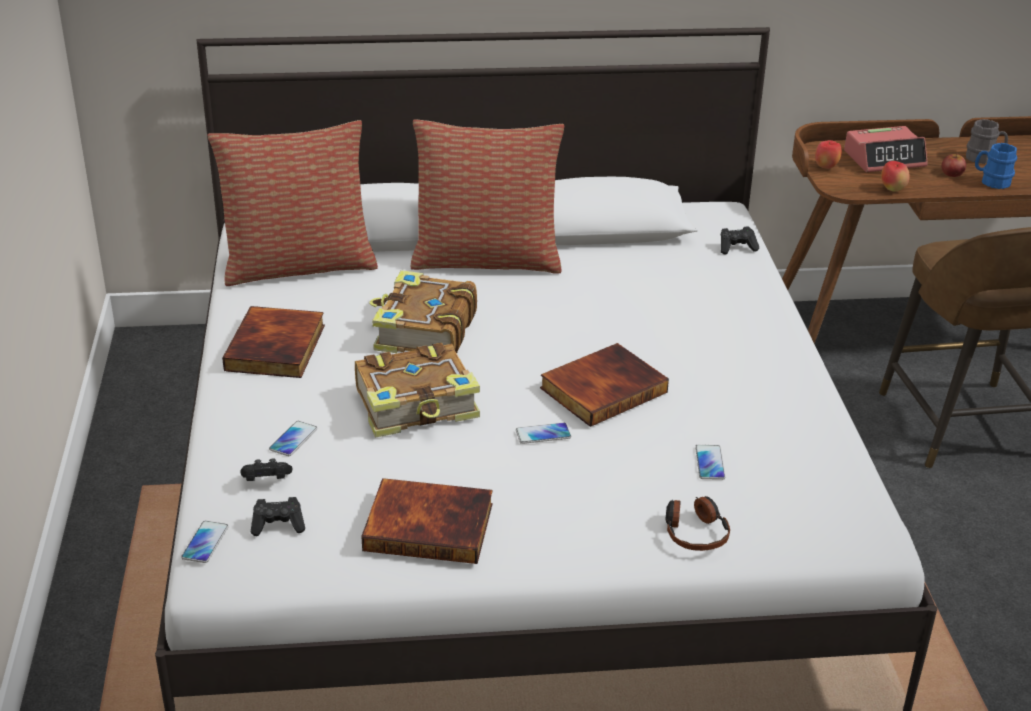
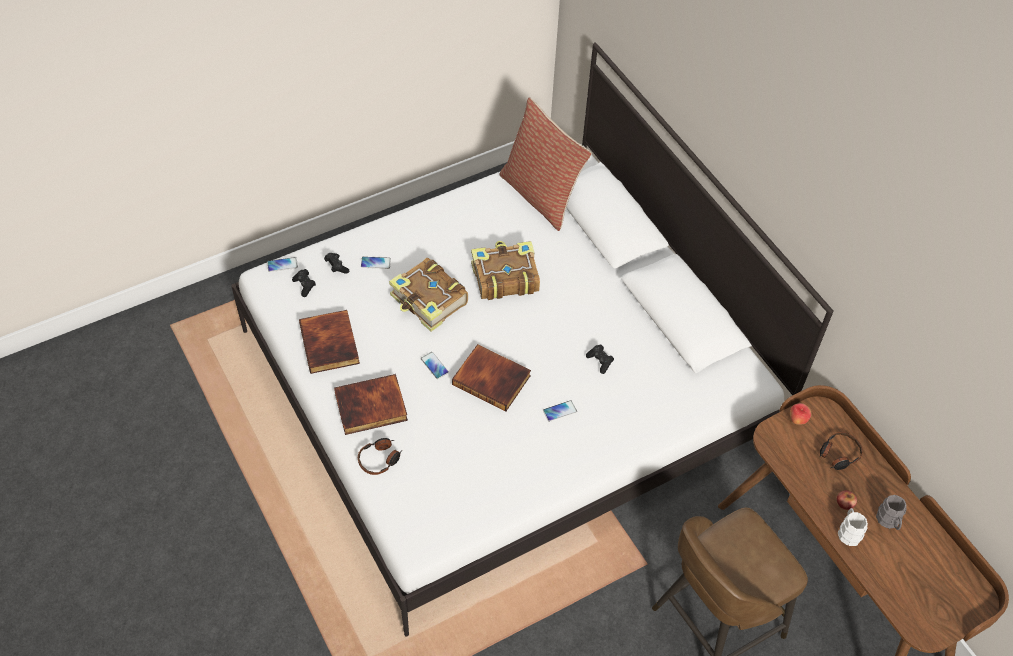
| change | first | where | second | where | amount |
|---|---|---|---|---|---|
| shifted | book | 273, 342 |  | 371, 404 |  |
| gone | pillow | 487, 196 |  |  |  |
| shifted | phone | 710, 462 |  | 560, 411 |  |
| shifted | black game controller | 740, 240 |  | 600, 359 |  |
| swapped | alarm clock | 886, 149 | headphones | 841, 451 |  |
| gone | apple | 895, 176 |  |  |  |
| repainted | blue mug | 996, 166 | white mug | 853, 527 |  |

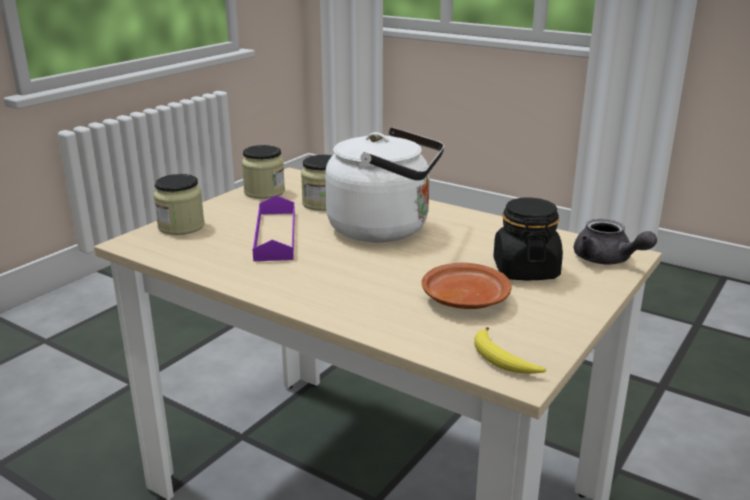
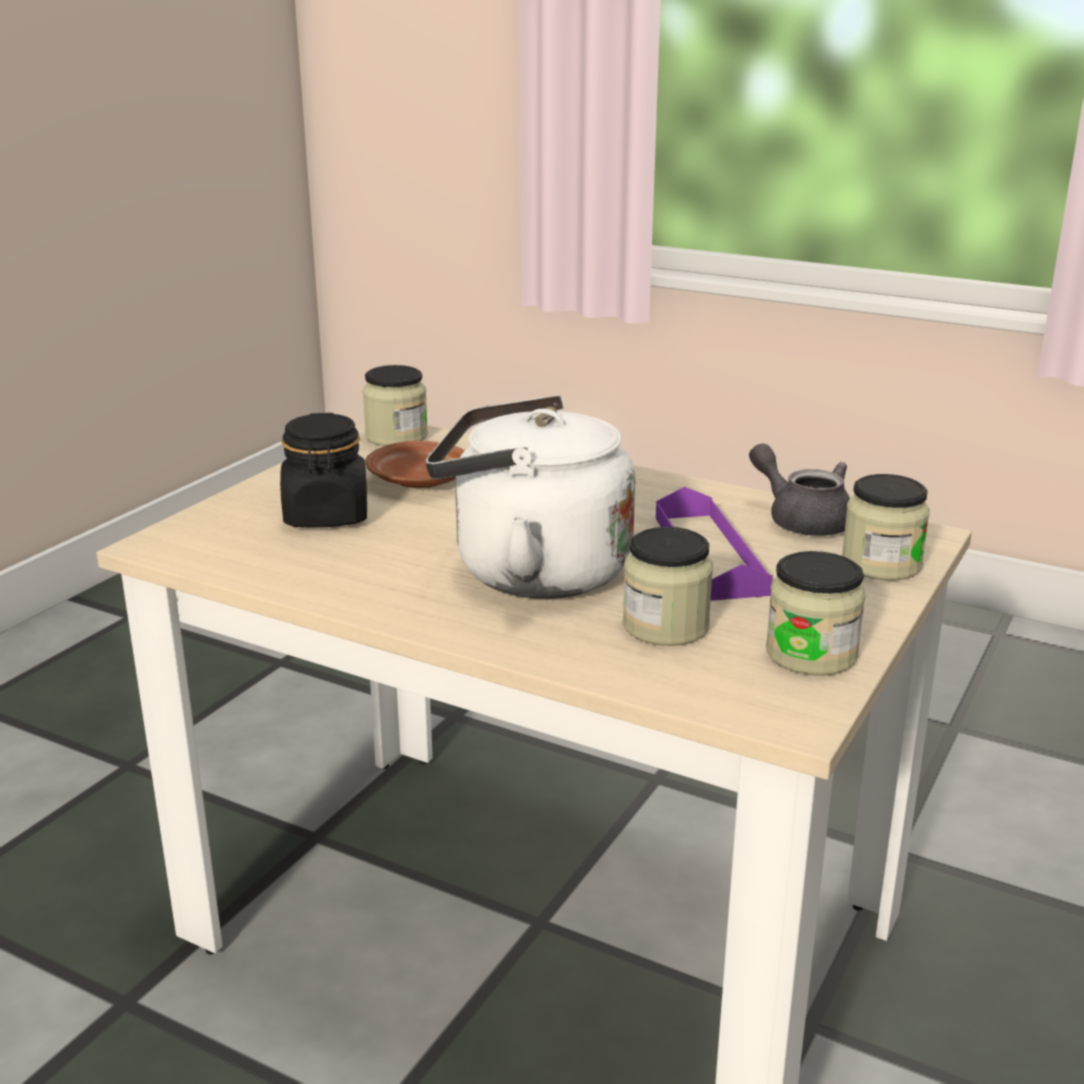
| change | first | where | second | where | amount |
|---|---|---|---|---|---|
| swapped | banana | 510, 350 | jar | 395, 405 |  |
| shifted | grey teapot | 615, 242 |  | 799, 489 |  |

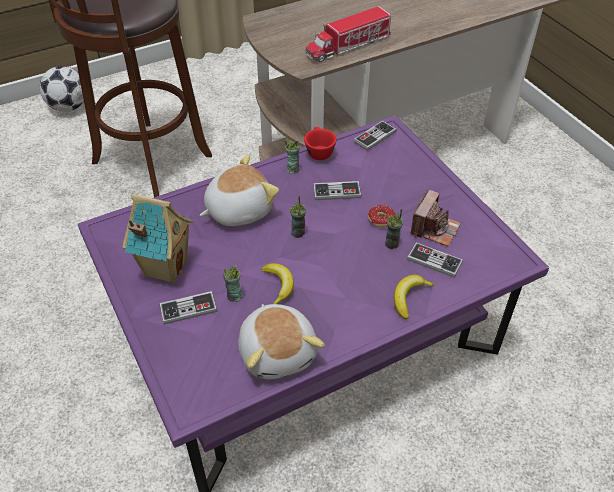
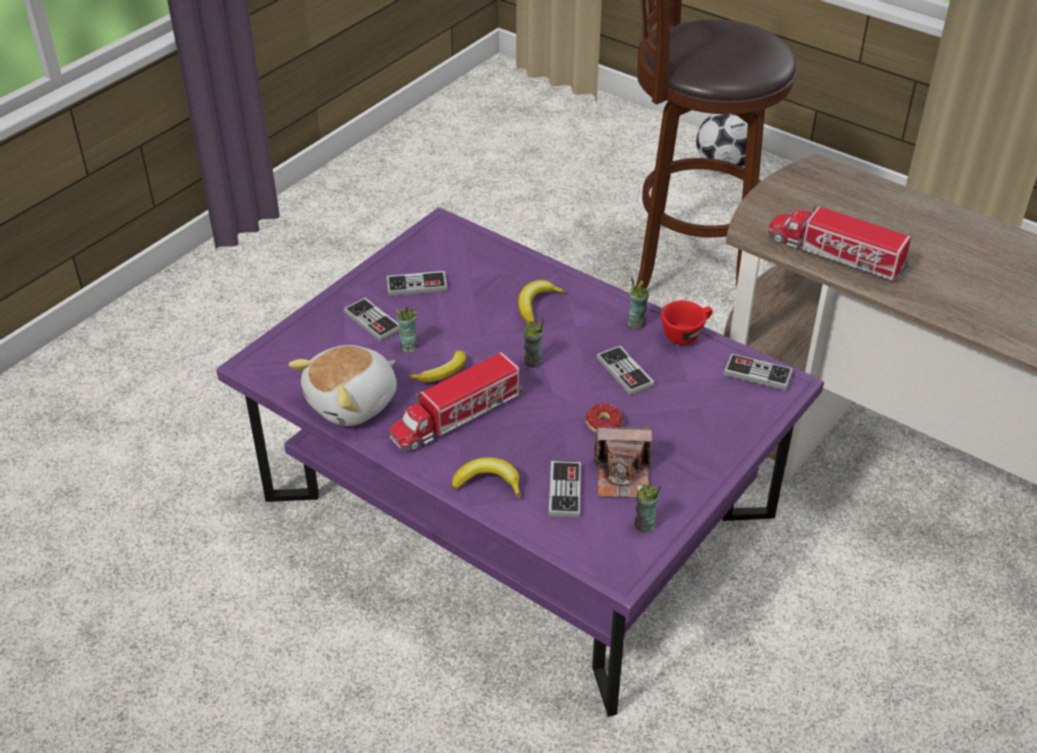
| change | first | where | second | where | amount |
|---|---|---|---|---|---|
| swapped | toy house | 157, 239 | game controller | 417, 283 |  |
| swapped | plush toy | 239, 190 | banana | 542, 302 |  |
| shifted | cup | 394, 229 |  | 648, 507 |  |
| new |  |  | toy truck | 456, 401 |  |

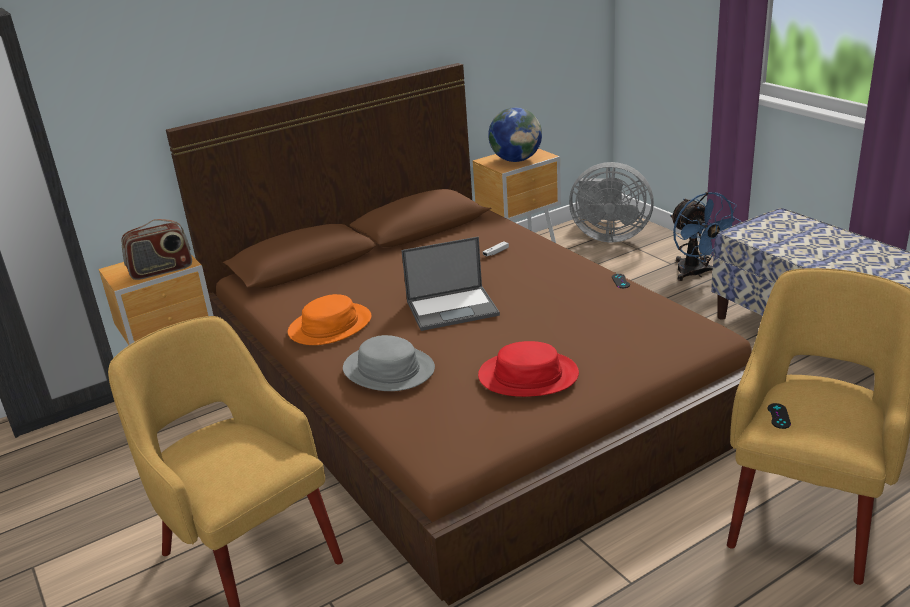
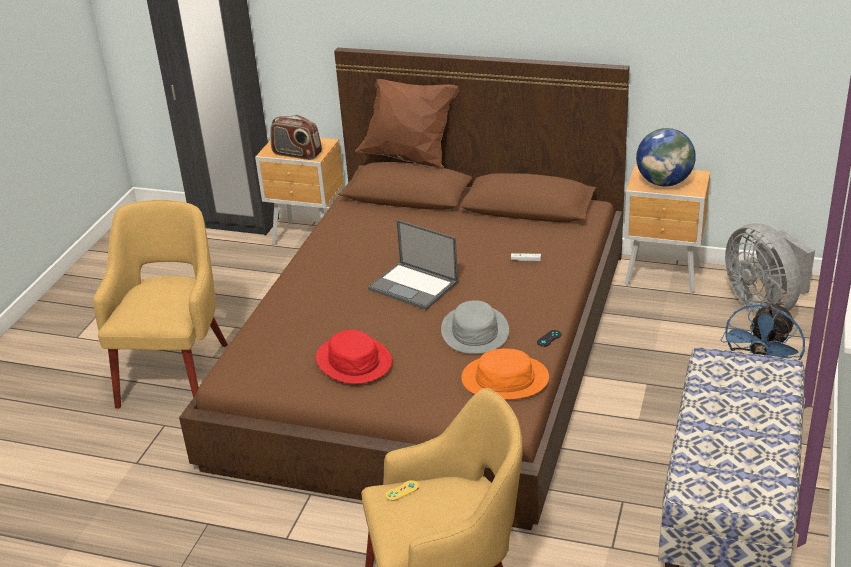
| change | first | where | second | where | amount |
|---|---|---|---|---|---|
| shifted | orange hat | 329, 319 |  | 505, 374 |  |
| shifted | grey hat | 389, 363 |  | 475, 327 |  |
| repainted | black game controller | 779, 416 | yellow game controller | 402, 490 |  |
| new |  |  | brown pillow | 407, 124 |  |

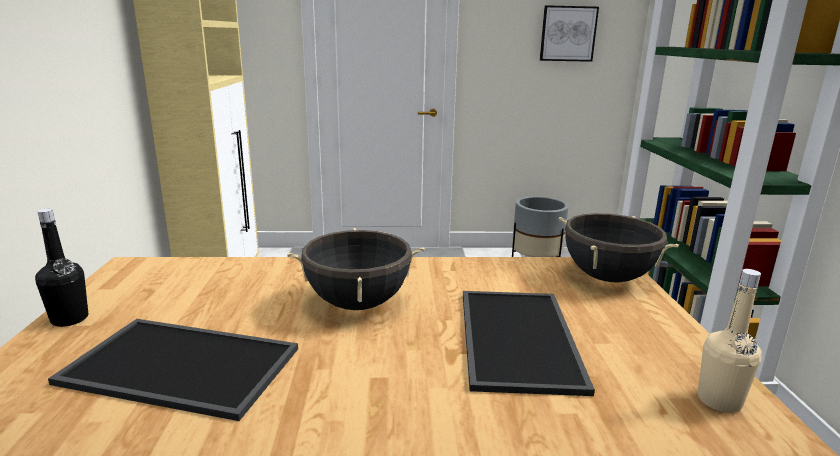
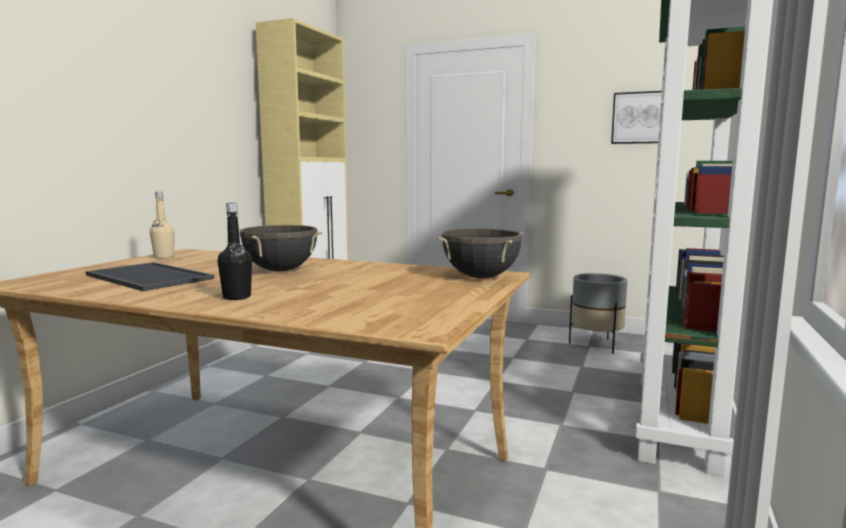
| change | first | where | second | where | amount |
|---|---|---|---|---|---|
| shifted | black bottle | 61, 267 |  | 235, 251 |  |
| gone | tray | 529, 343 |  |  |  |
| shifted | beige bottle | 730, 341 |  | 162, 225 |  |

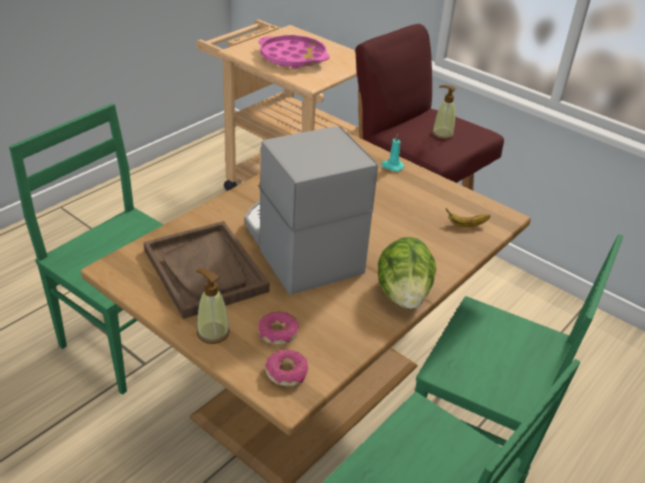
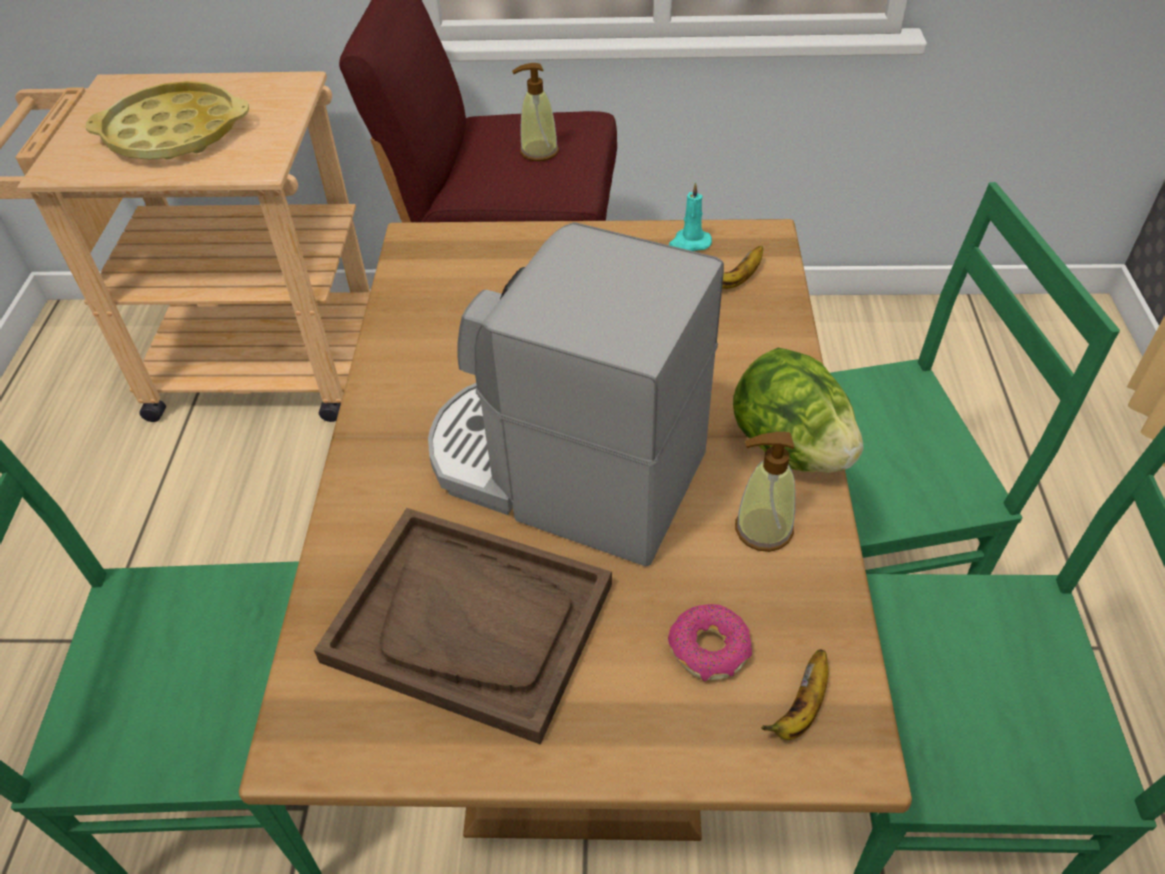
| change | first | where | second | where | amount |
|---|---|---|---|---|---|
| shifted | soap dispenser | 213, 306 |  | 765, 492 |  |
| repainted | pink tray | 294, 52 | yellow tray | 167, 120 |  |
| swapped | donut | 286, 368 | banana | 795, 695 |  |
| shifted | turquoise candle | 392, 152 |  | 690, 216 |  |

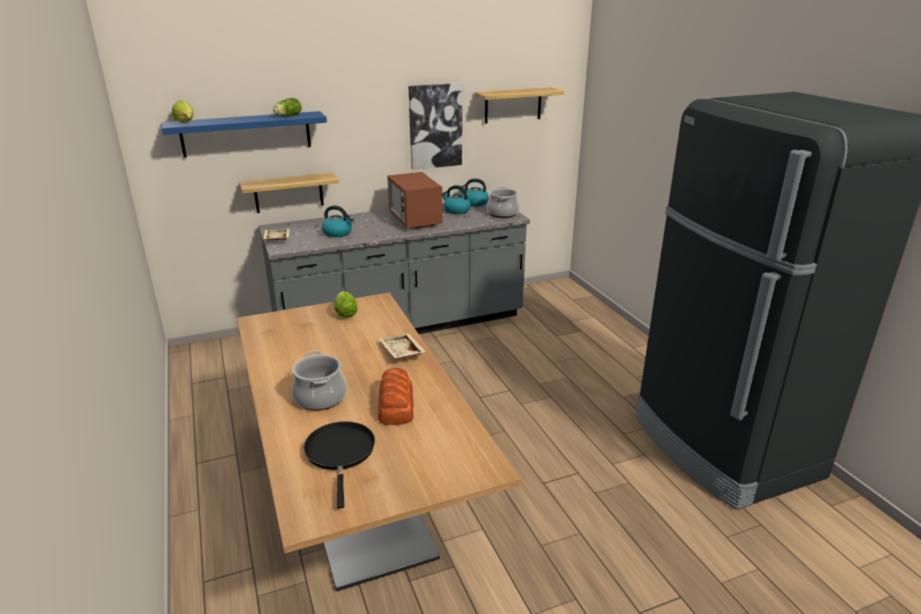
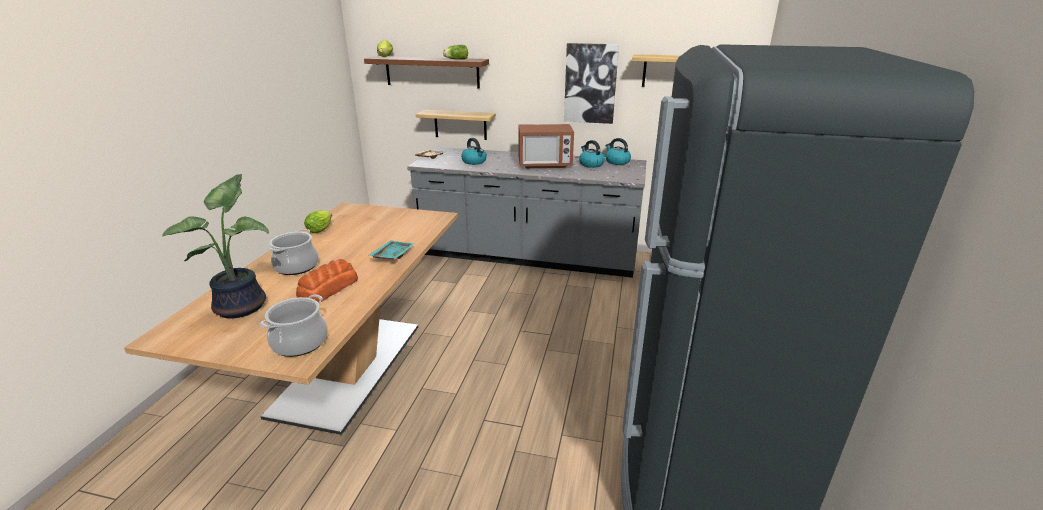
| change | first | where | second | where | amount |
|---|---|---|---|---|---|
| repainted | blue shelf | 244, 134 | brown shelf | 426, 72 |  |
| swapped | black frying pan | 339, 464 | potted plant | 215, 246 |  |
| shifted | lettuce | 346, 304 |  | 318, 221 |  |
| repainted | beige tray | 402, 346 | turquoise tray | 391, 250 |  |
| rotated | microwave | 415, 200 |  | 546, 146 | 105 degrees counterclockwise |
| shifted | cooking pot | 503, 202 |  | 294, 325 |  |

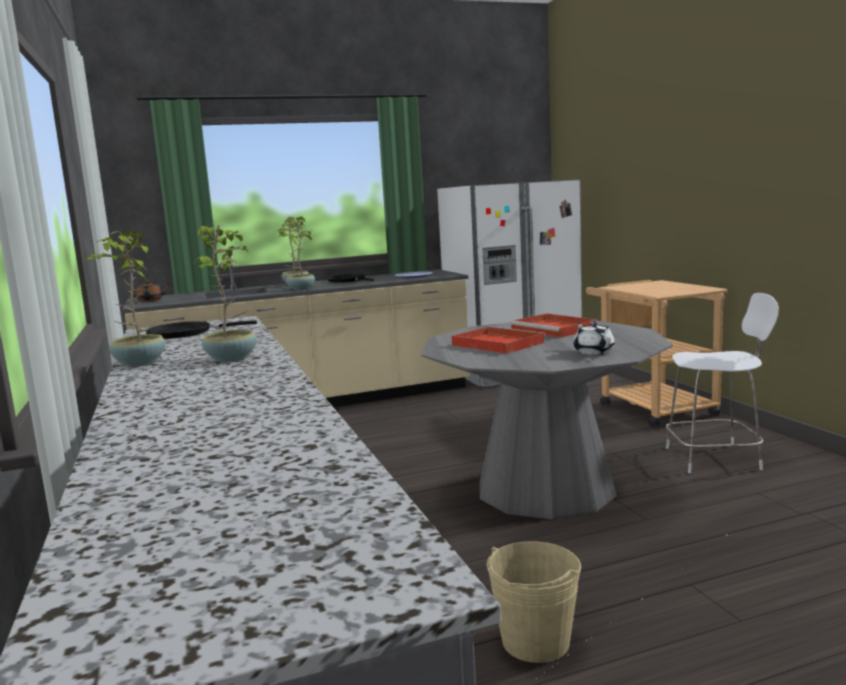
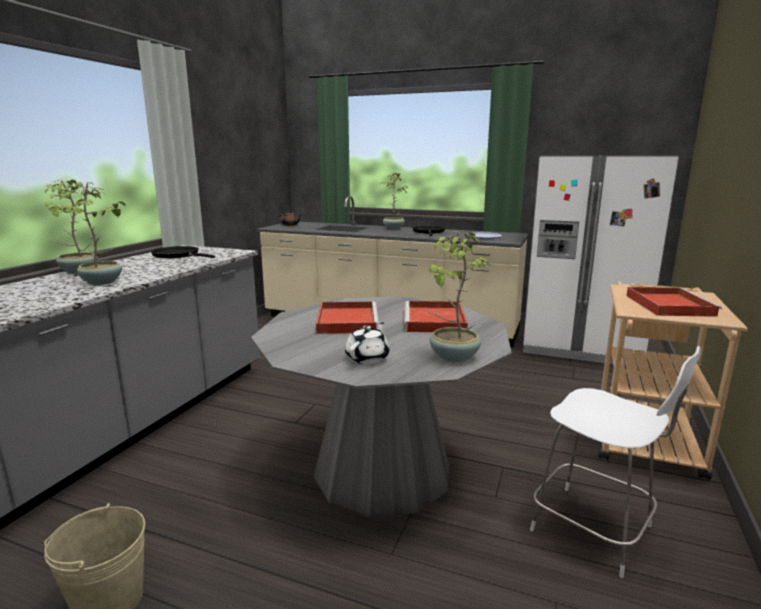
| change | first | where | second | where | amount |
|---|---|---|---|---|---|
| shifted | potted plant | 298, 253 |  | 458, 296 |  |
| new |  |  | red tray | 674, 302 |  |

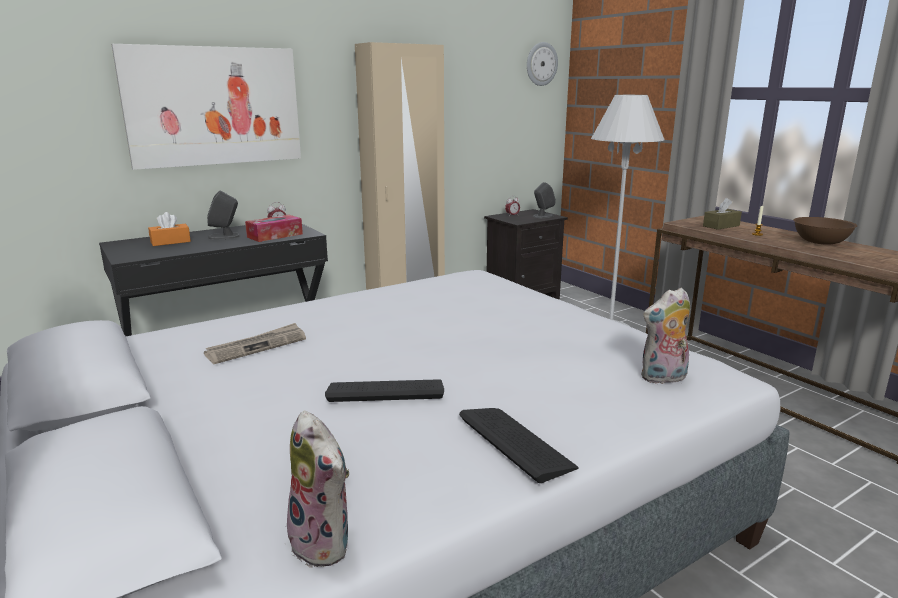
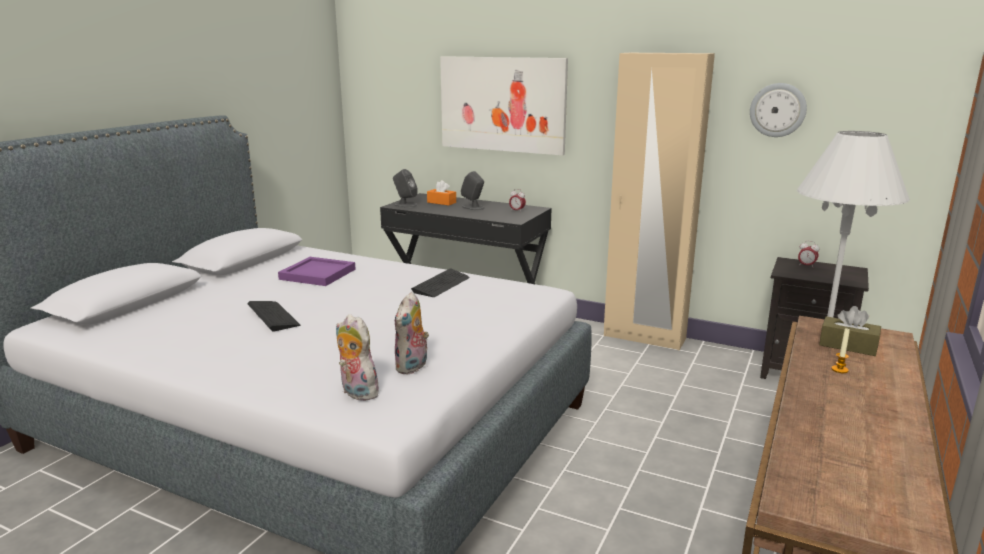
| change | first | where | second | where | amount |
|---|---|---|---|---|---|
| swapped | newspaper | 255, 343 | purple tray | 317, 271 |  |
| gone | tissue box | 274, 228 |  |  |  |
| shifted | plush toy | 318, 489 |  | 412, 333 |  |
| shifted | keyboard | 519, 445 |  | 440, 282 |  |
| shifted | wall clock | 542, 64 |  | 778, 110 |  |
| shifted | grey speaker | 544, 200 |  | 405, 188 |  |
| gone | brown bowl | 825, 231 |  |  |  |

